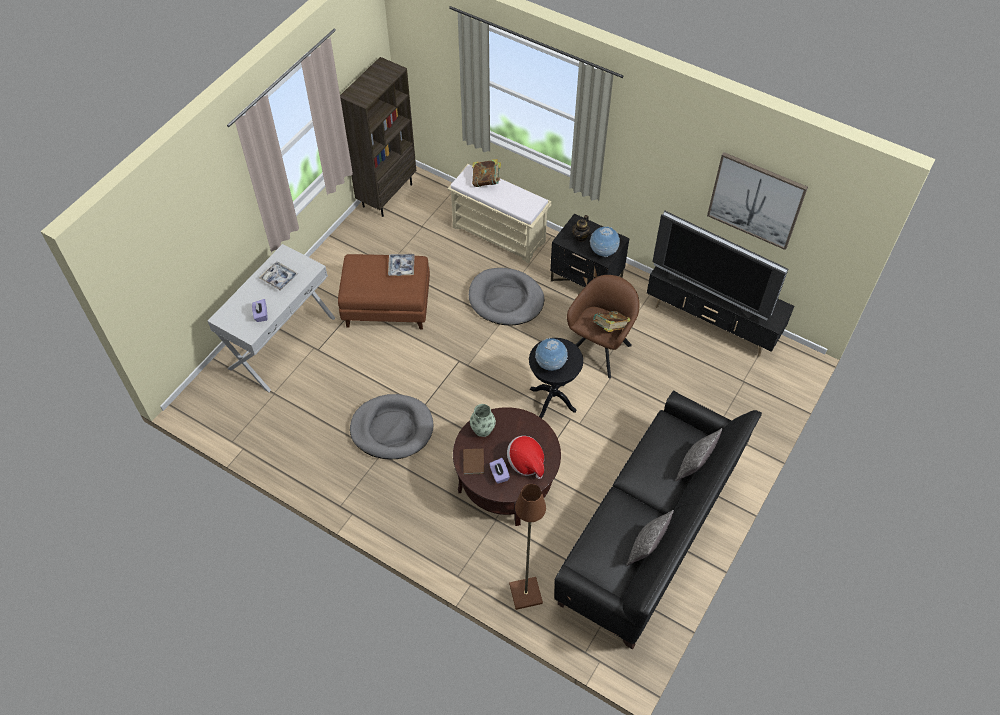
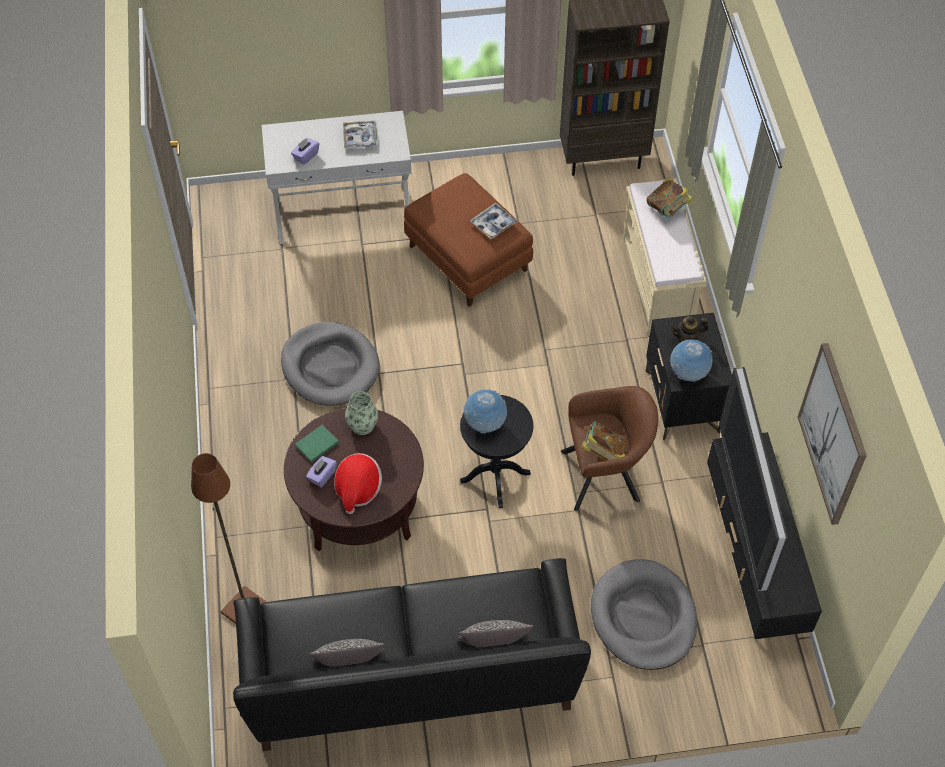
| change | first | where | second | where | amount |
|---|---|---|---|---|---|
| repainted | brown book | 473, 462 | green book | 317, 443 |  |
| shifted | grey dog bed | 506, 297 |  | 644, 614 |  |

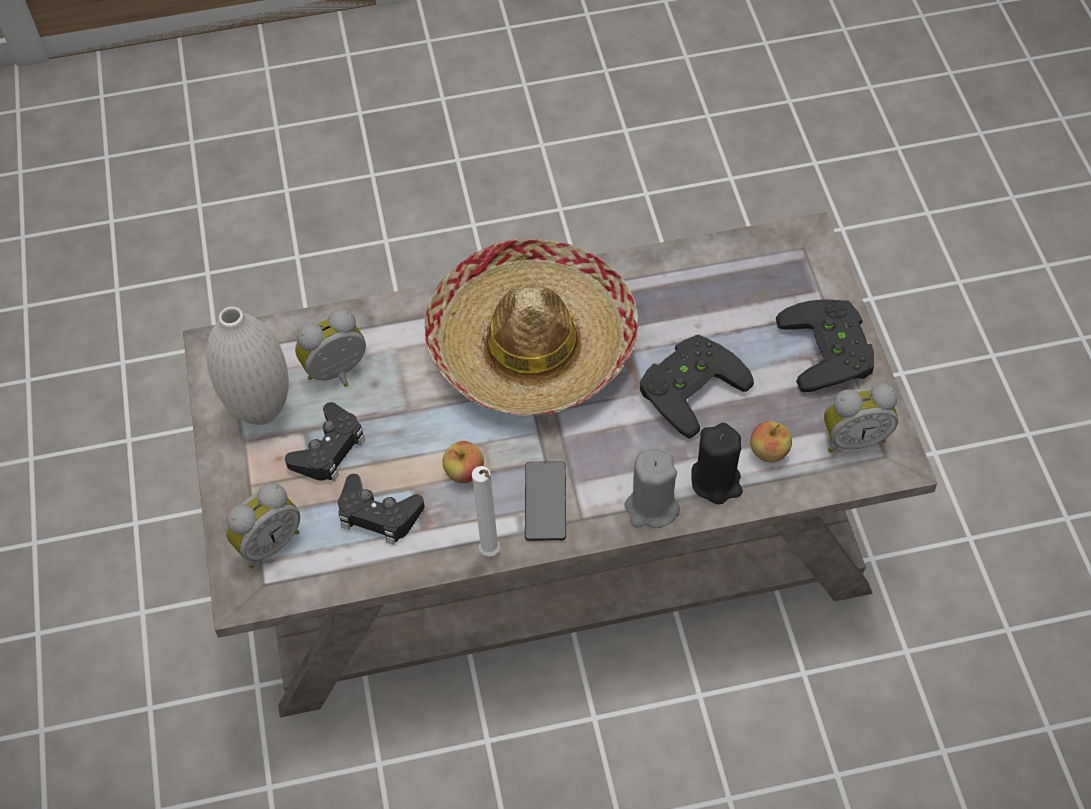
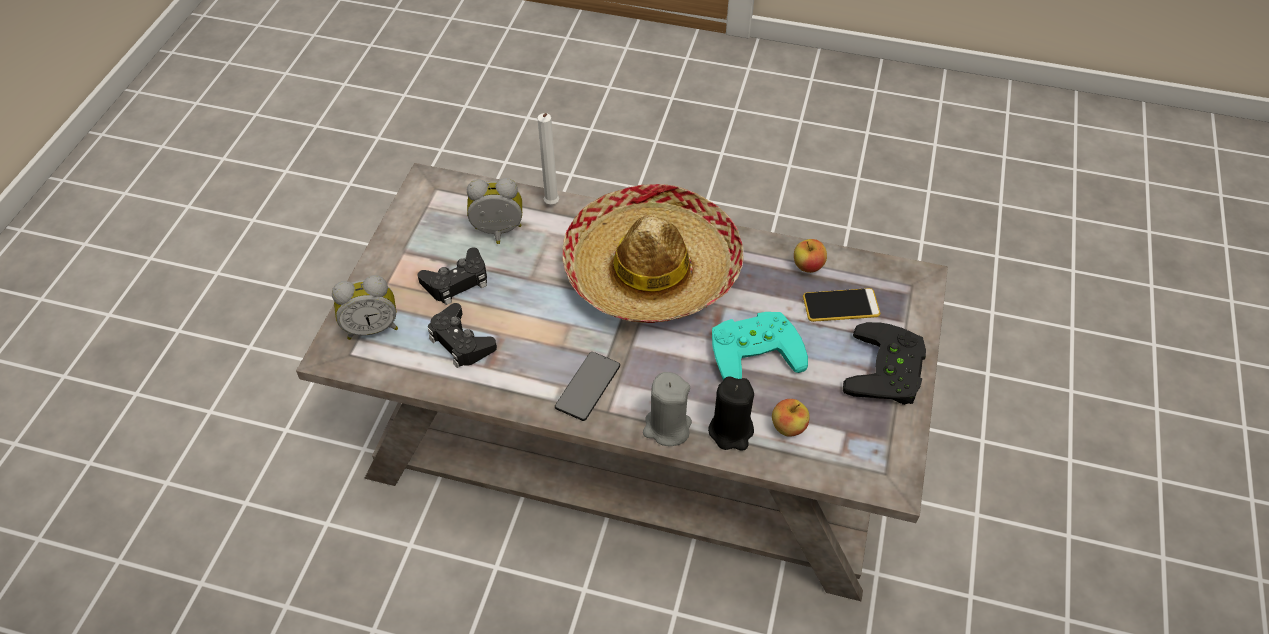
| change | first | where | second | where | amount |
|---|---|---|---|---|---|
| gone | white vase | 247, 366 |  |  |  |
| shifted | apple | 463, 462 |  | 810, 256 |  |
| shifted | white candle | 486, 511 |  | 548, 158 |  |
| repainted | black game controller | 697, 387 | turquoise game controller | 760, 346 |  |
| gone | alarm clock | 861, 418 |  |  |  |
| new |  |  | phone | 841, 305 |  |

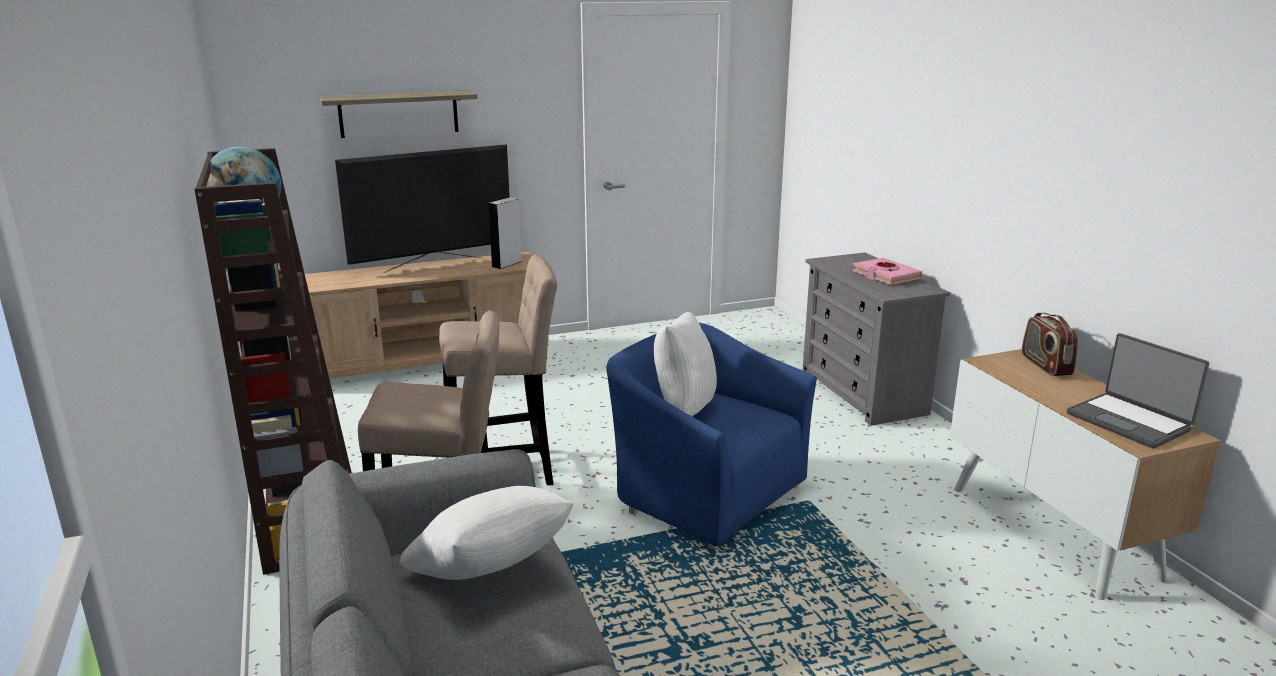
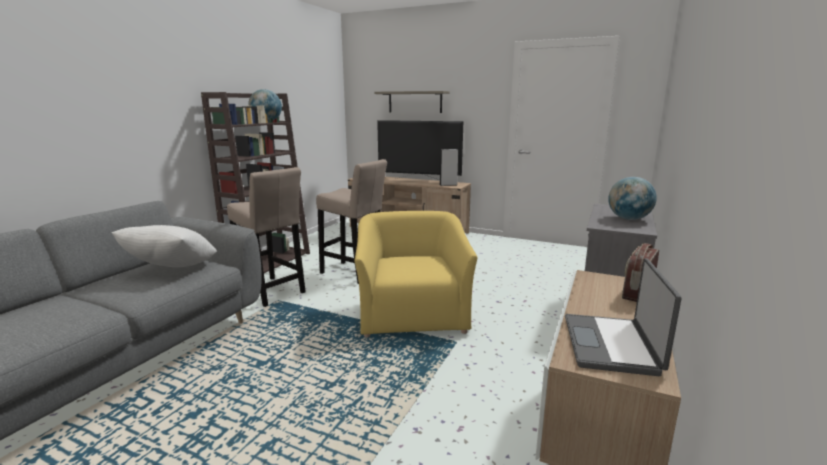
| change | first | where | second | where | amount |
|---|---|---|---|---|---|
| repainted | blue armchair | 712, 436 | yellow armchair | 416, 274 |  |
| gone | white pillow | 685, 364 |  |  |  |
| swapped | pink book | 887, 271 | globe | 632, 198 |  |

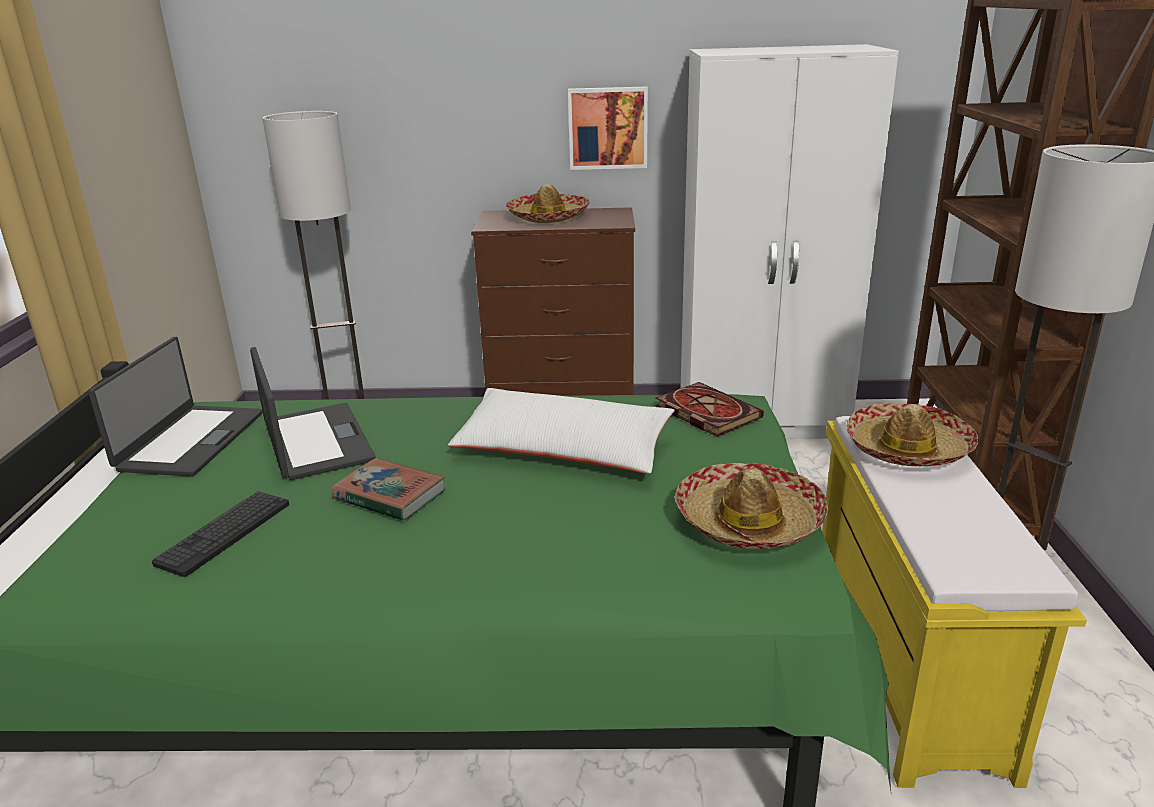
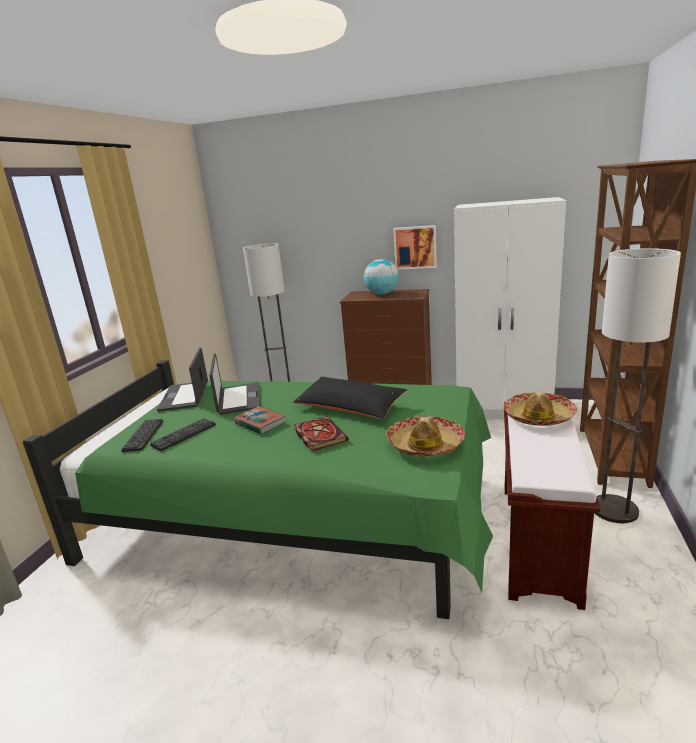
| change | first | where | second | where | amount |
|---|---|---|---|---|---|
| rotated | laptop | 175, 407 |  | 182, 380 | 150 degrees clockwise |
| repainted | white pillow | 561, 431 | black pillow | 350, 398 |  |
| swapped | hat | 548, 203 | globe | 381, 277 |  |
| shifted | book | 709, 409 |  | 321, 433 |  |
| repainted | yellow bench | 954, 602 | brown bench | 552, 506 |  |
| new |  |  | keyboard | 142, 435 |  |

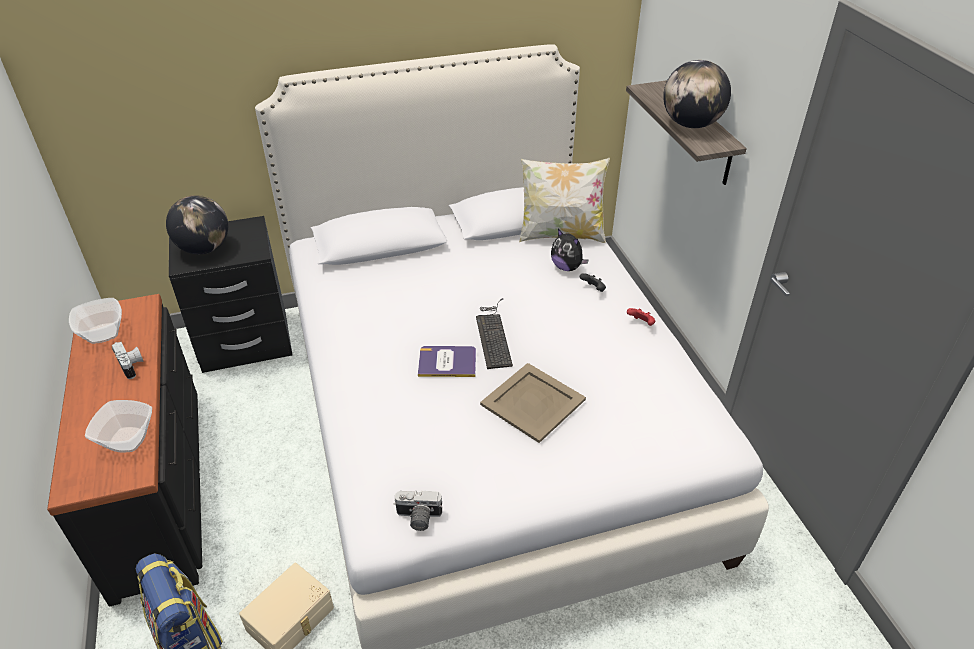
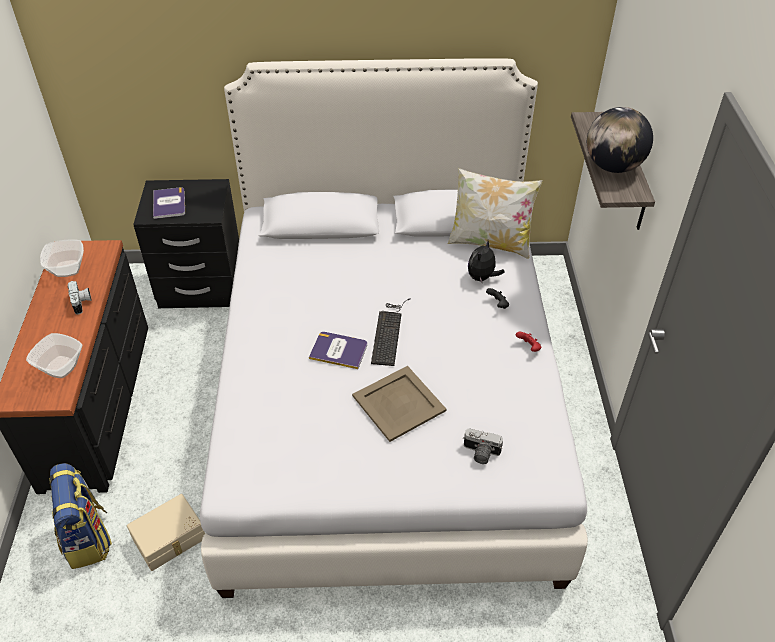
| change | first | where | second | where | amount |
|---|---|---|---|---|---|
| swapped | globe | 197, 224 | book | 169, 203 |  |
| shifted | photo camera | 417, 510 |  | 483, 446 |  |
| rotated | plush toy | 569, 250 |  | 486, 262 | 60 degrees clockwise |

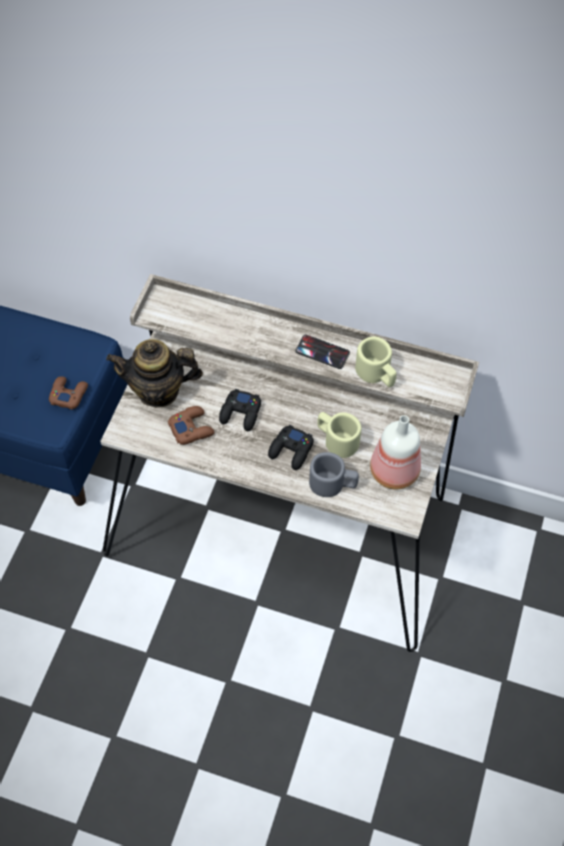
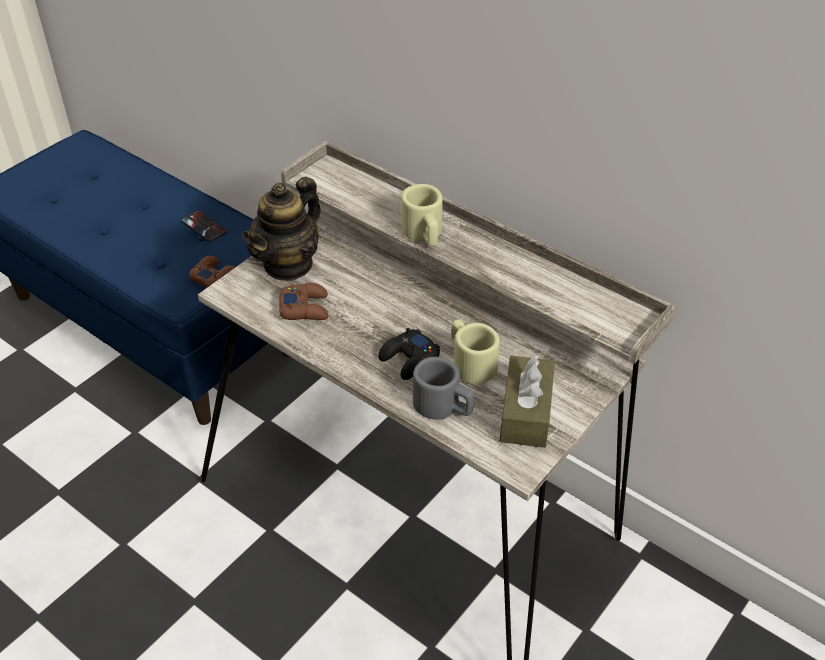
| change | first | where | second | where | amount |
|---|---|---|---|---|---|
| rotated | teapot | 154, 373 |  | 281, 228 | 75 degrees counterclockwise |
| gone | black game controller | 240, 410 |  |  |  |
| shifted | phone | 322, 352 |  | 204, 226 |  |
| shifted | beige mug | 376, 361 |  | 422, 215 |  |
| swapped | bottle | 395, 452 | brown tissue box | 527, 401 |  |

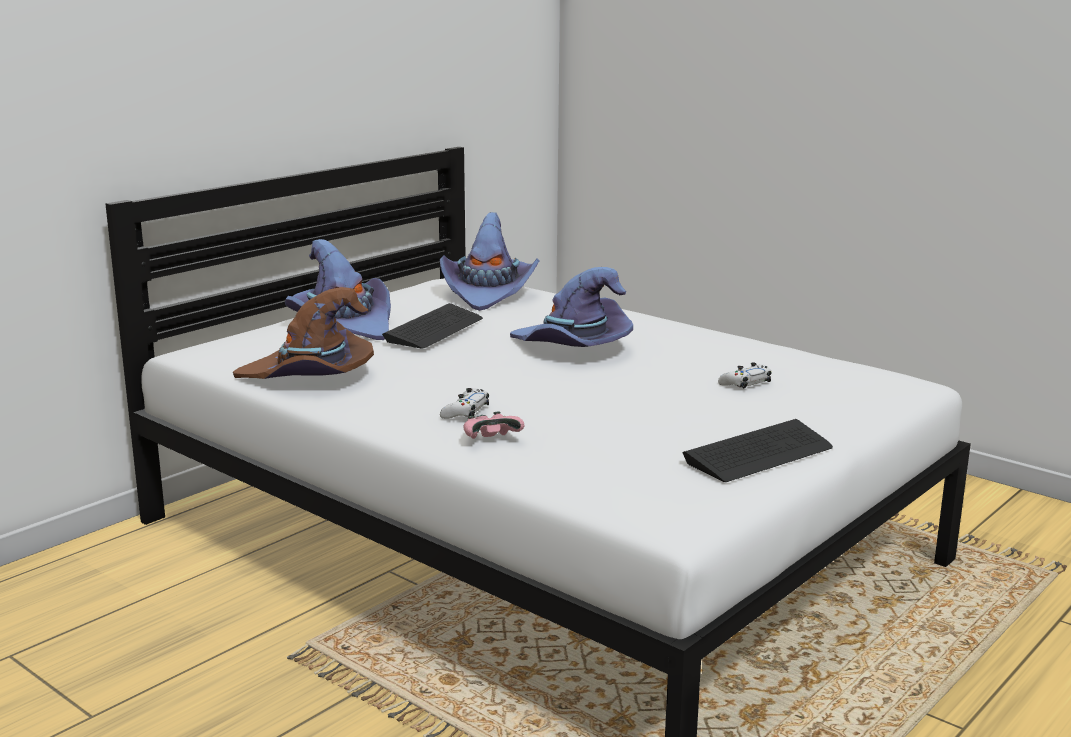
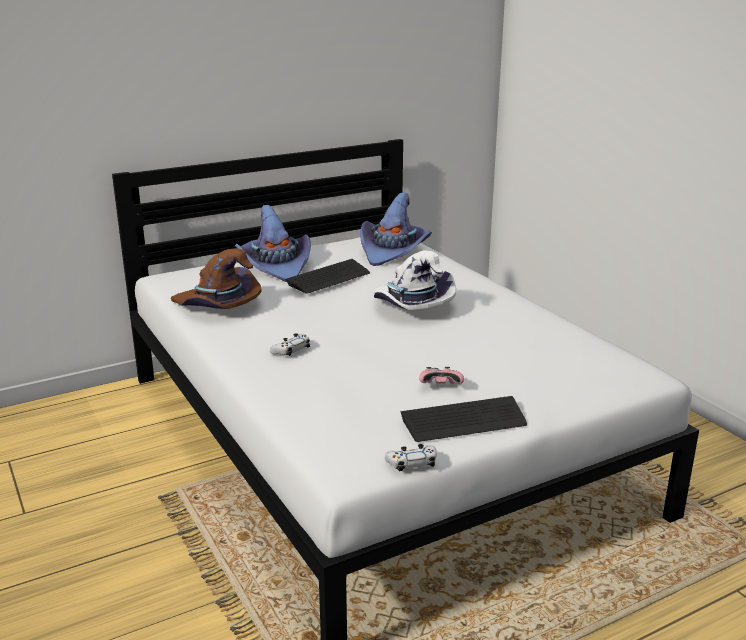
| change | first | where | second | where | amount |
|---|---|---|---|---|---|
| shifted | pink game controller | 494, 425 |  | 441, 375 |  |
| repainted | purple hat | 571, 307 | white hat | 415, 280 |  |
| shifted | white game controller | 745, 375 |  | 411, 457 |  |

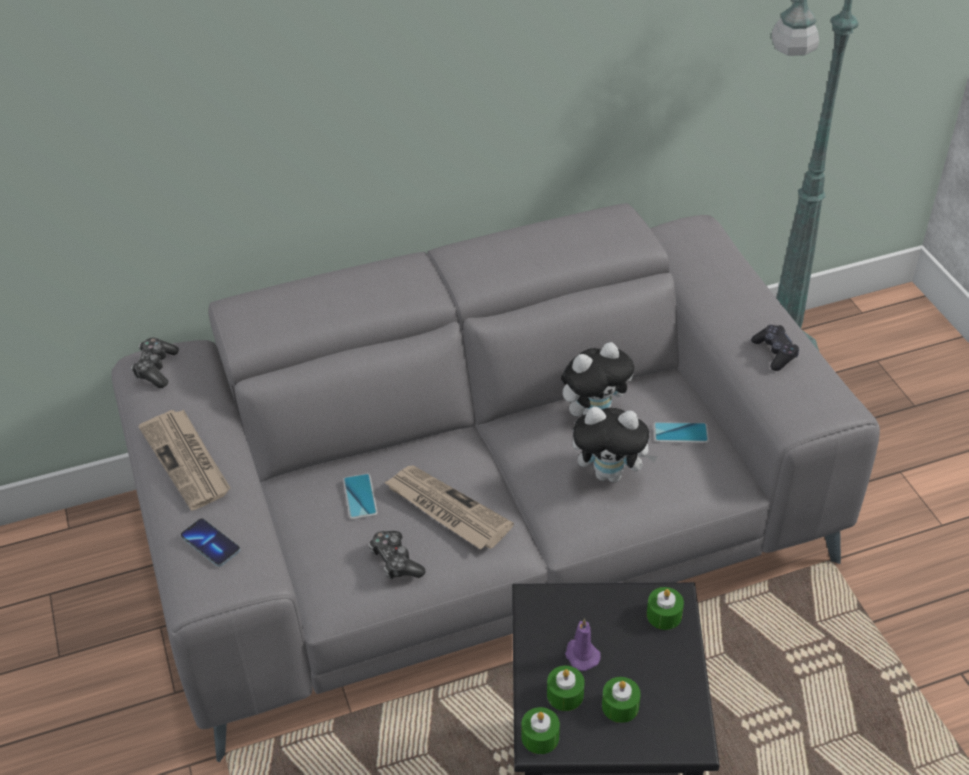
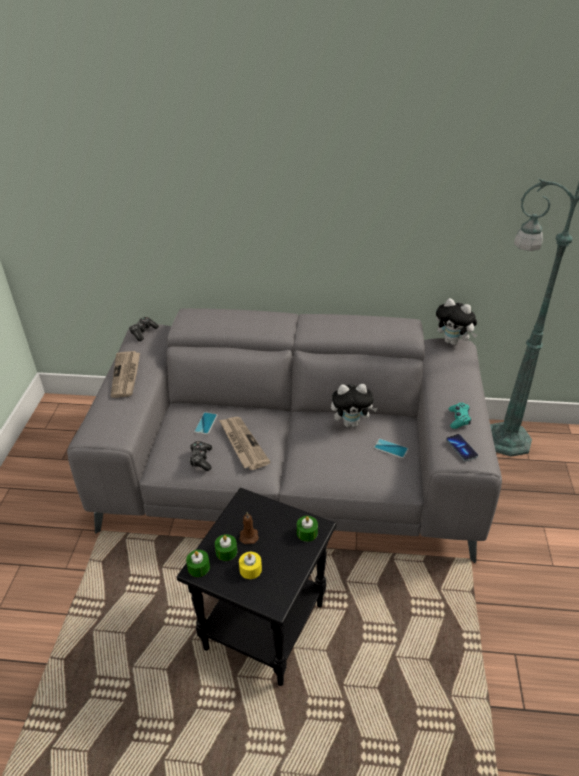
| change | first | where | second | where | amount |
|---|---|---|---|---|---|
| shifted | phone | 210, 542 |  | 462, 447 |  |
| repainted | purple candle | 583, 644 | brown candle | 249, 528 |  |
| shifted | plush toy | 615, 445 |  | 456, 321 |  |
| repainted | green candle | 621, 700 | yellow candle | 250, 565 |  |
| repainted | black game controller | 775, 348 | turquoise game controller | 460, 416 |  |

